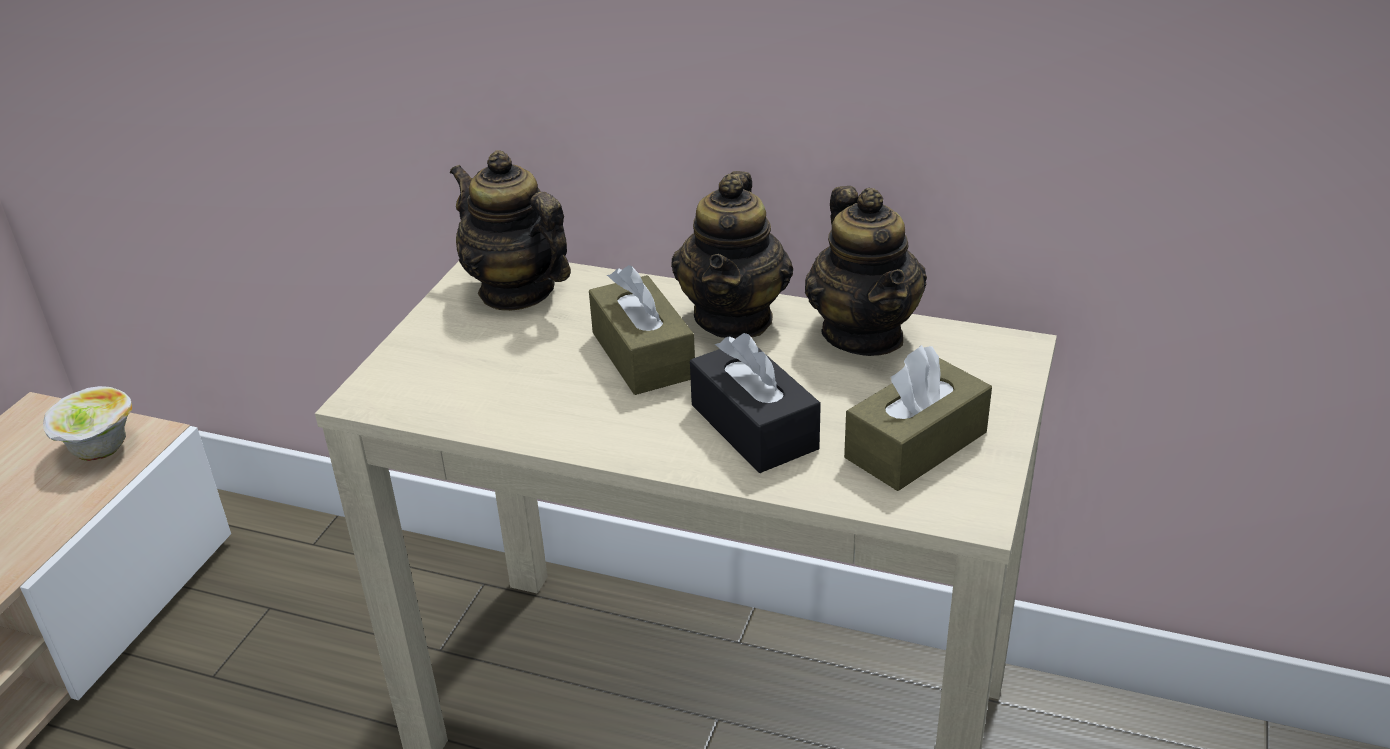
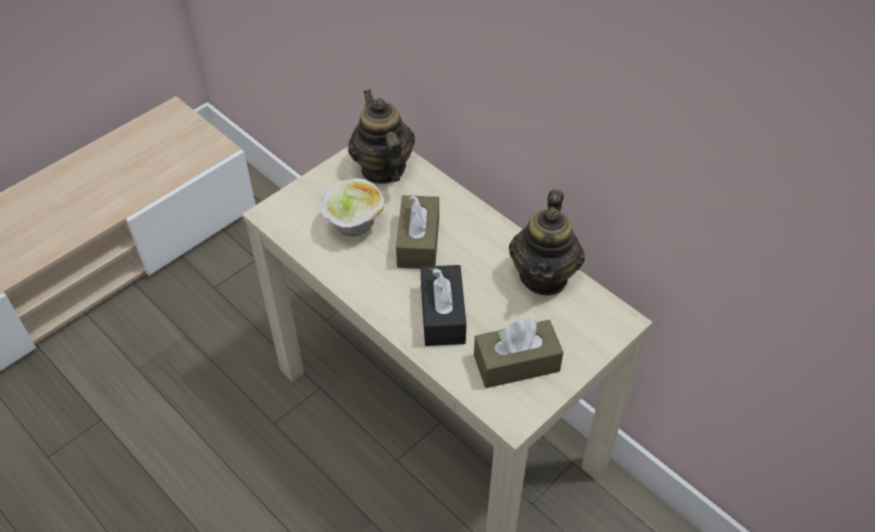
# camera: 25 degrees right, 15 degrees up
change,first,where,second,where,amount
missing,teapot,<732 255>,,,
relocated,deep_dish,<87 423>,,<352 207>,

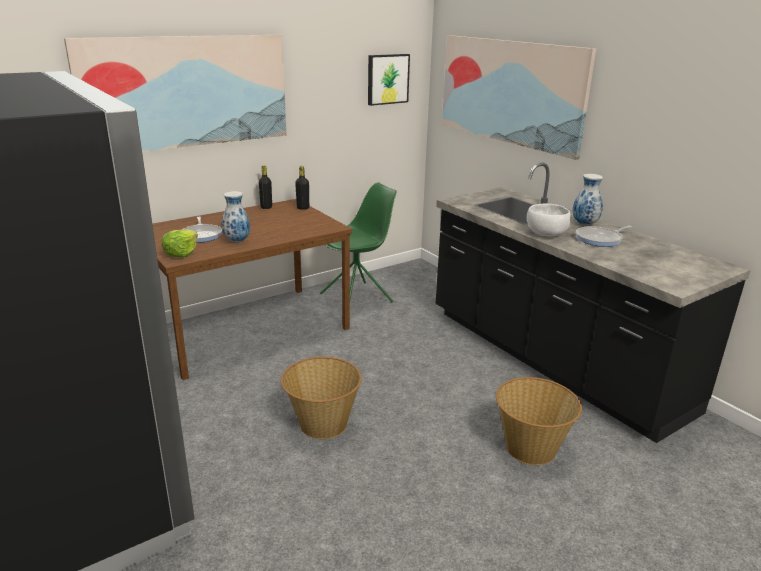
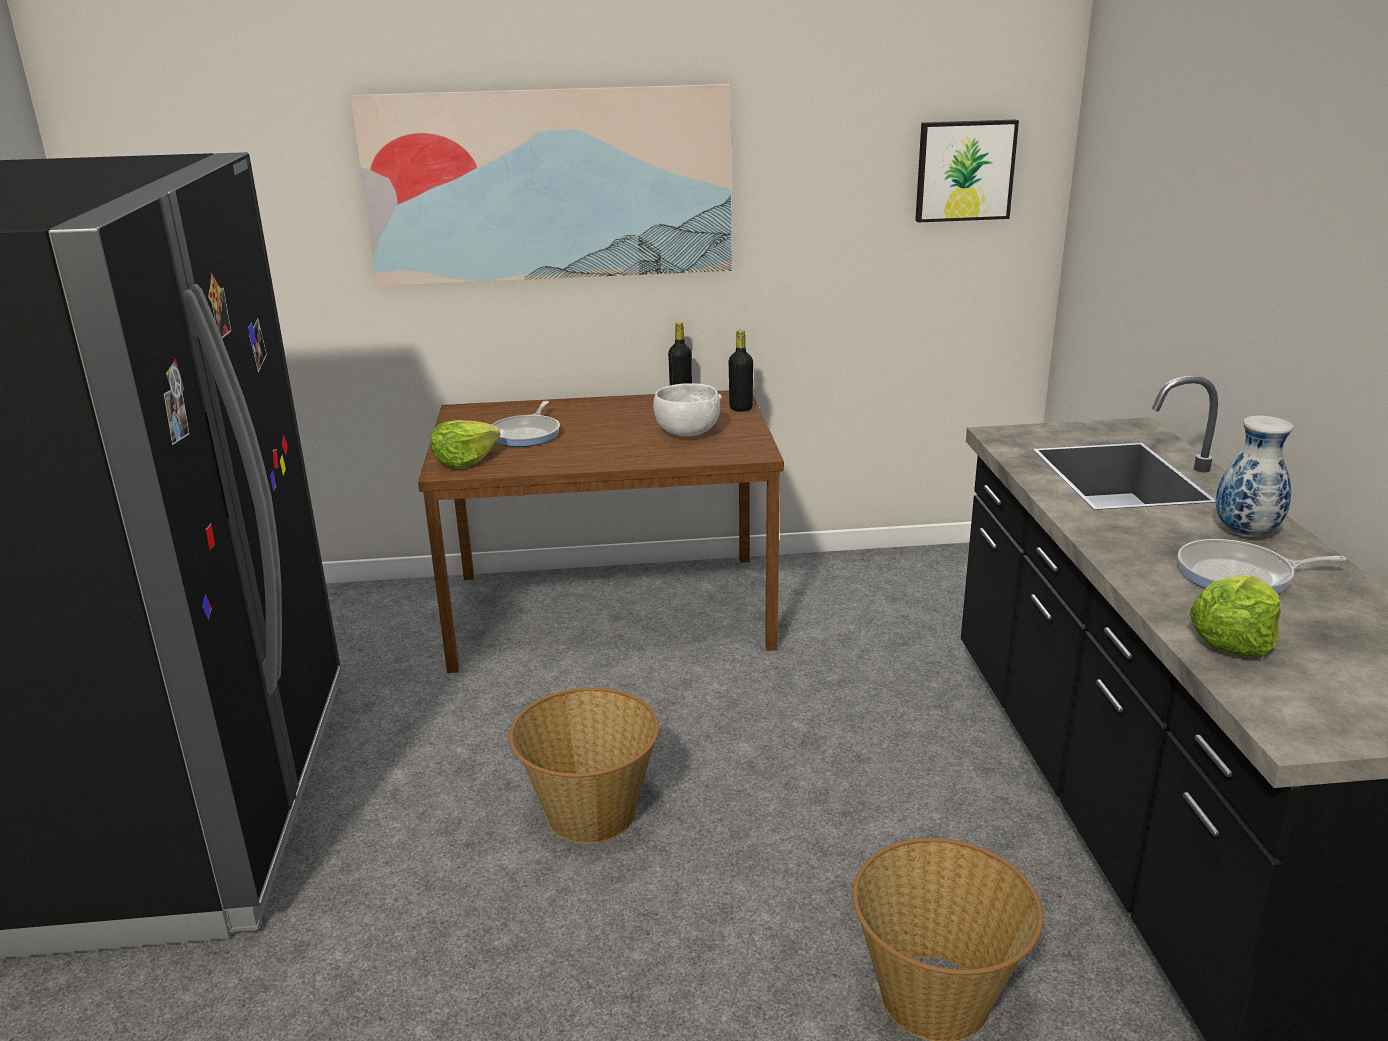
# camera: 30 degrees right, 0 degrees up
change,first,where,second,where,amount
missing,flower_vase,<235 216>,,,
missing,greenish_upright_chair,<358 242>,,,
missing,picture,<519 97>,,,
appeared,,,head_of_lettuce,<1235 616>,
relocated,white_deep_dish,<549 220>,,<687 409>,

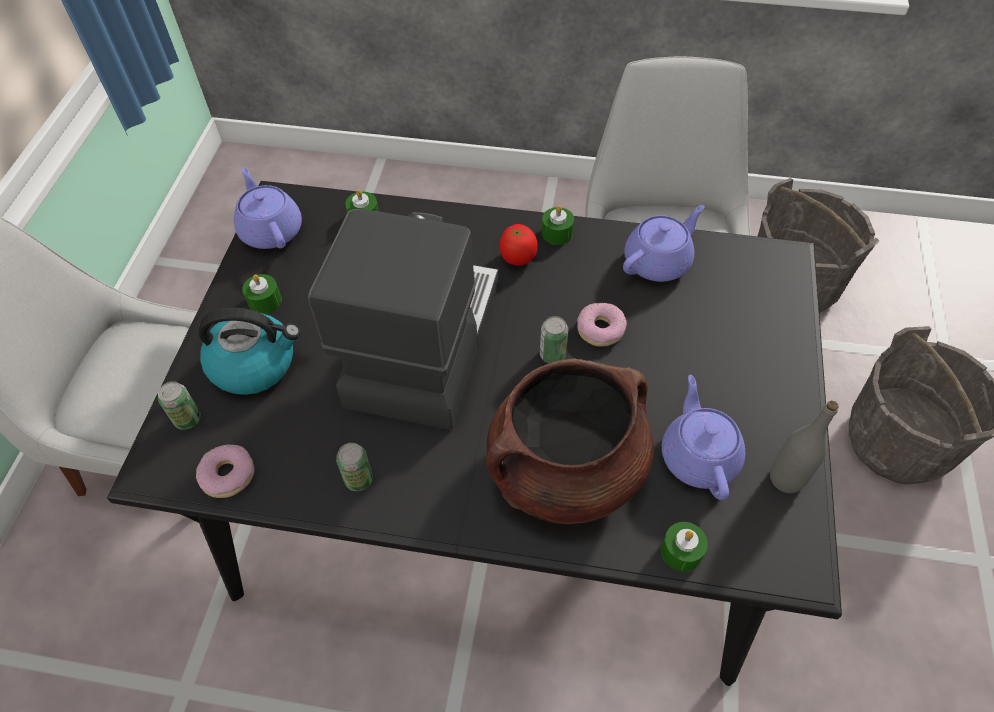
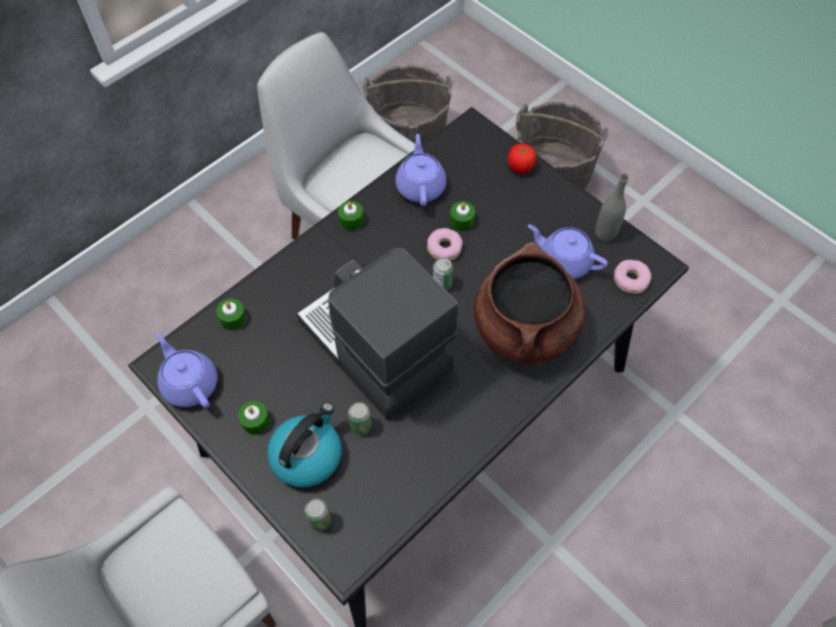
# camera: 55 degrees left, 5 degrees up
change,first,where,second,where,amount
relocated,doughnut,<225 471>,,<632 277>,
relocated,can,<354 467>,,<360 418>,
relocated,tomato,<518 244>,,<522 159>,
relocated,greenish_candle,<684 547>,,<462 216>,
spun,purple-coloured_teapot,<268 208>,,<187 370>,45 degrees clockwise

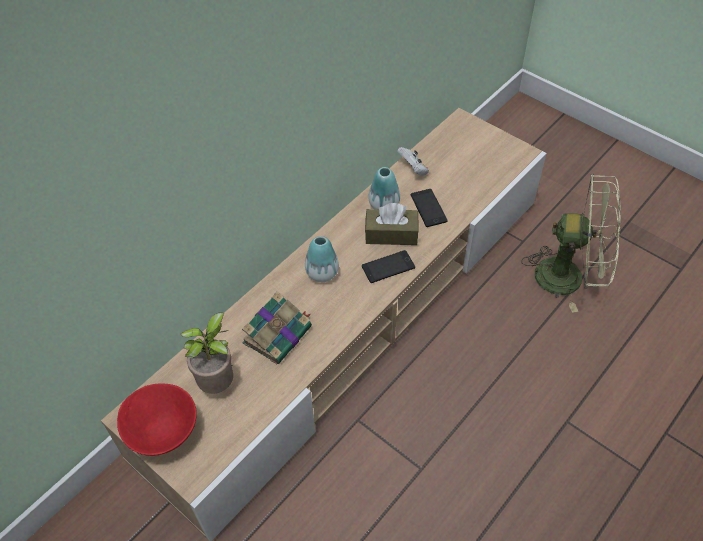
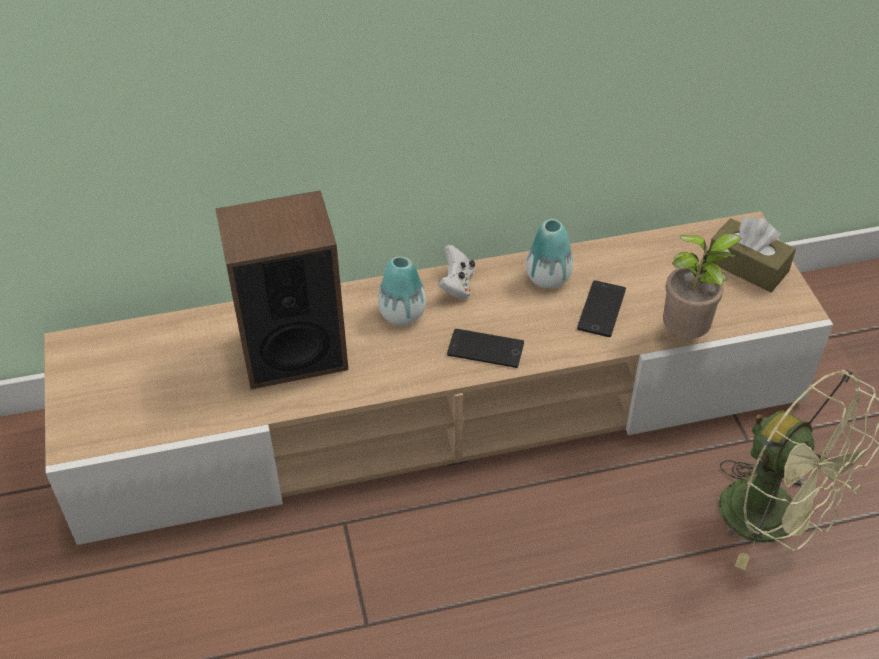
# camera: 35 degrees right, 5 degrees down
change,first,where,second,where,amount
missing,red_deep_dish,<157 420>,,,
relocated,houseplant,<206 353>,,<702 286>,
relocated,brownish_box_of_tissues,<392 224>,,<752 255>,
relocated,white_game_controller,<413 161>,,<456 272>,
exchanged,bound_book,<277 327>,audio_speaker,<282 289>,

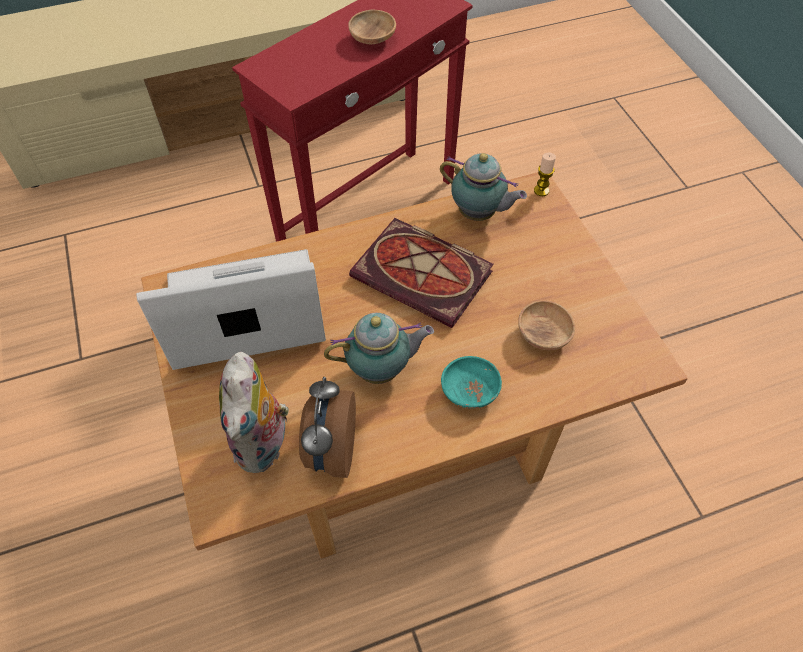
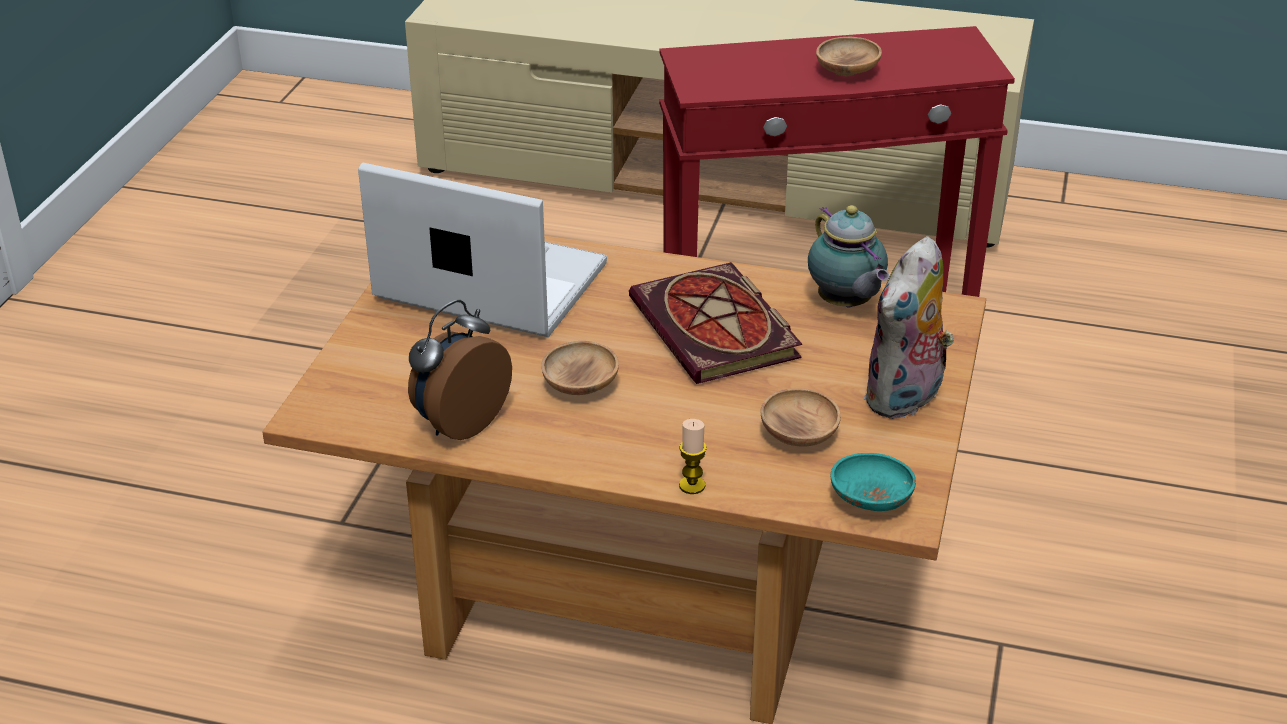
# camera: 35 degrees right, 20 degrees down
change,first,where,second,where,amount
relocated,cuddly_toy,<254 412>,,<909 327>,
relocated,blue-green_deep_dish,<471 382>,,<873 482>,
relocated,candle,<545 174>,,<693 456>,
exchanged,teapot,<379 348>,brownish_deep_dish,<580 368>,

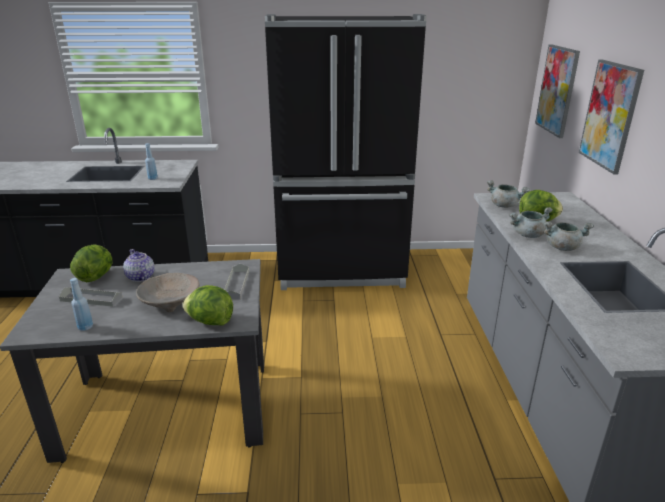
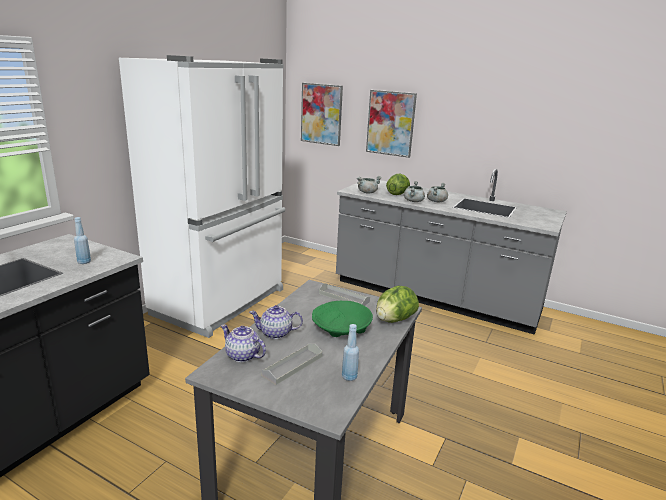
# camera: 60 degrees left, 5 degrees down
change,first,where,second,where,amount
exchanged,head_of_lettuce,<91 263>,teapot,<243 343>,
colour,sand-coloured_deep_dish,<168 292>,greenish_deep_dish,<342 319>,
colour,black-coloured_refrigerator,<346 152>,white_refrigerator,<202 196>,

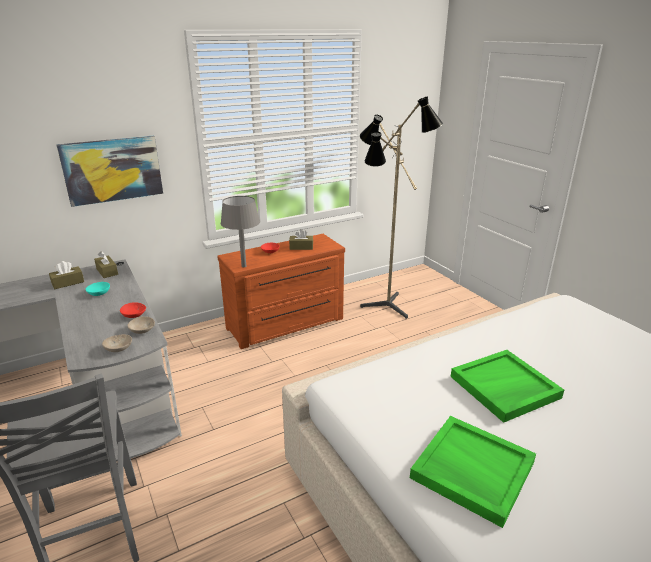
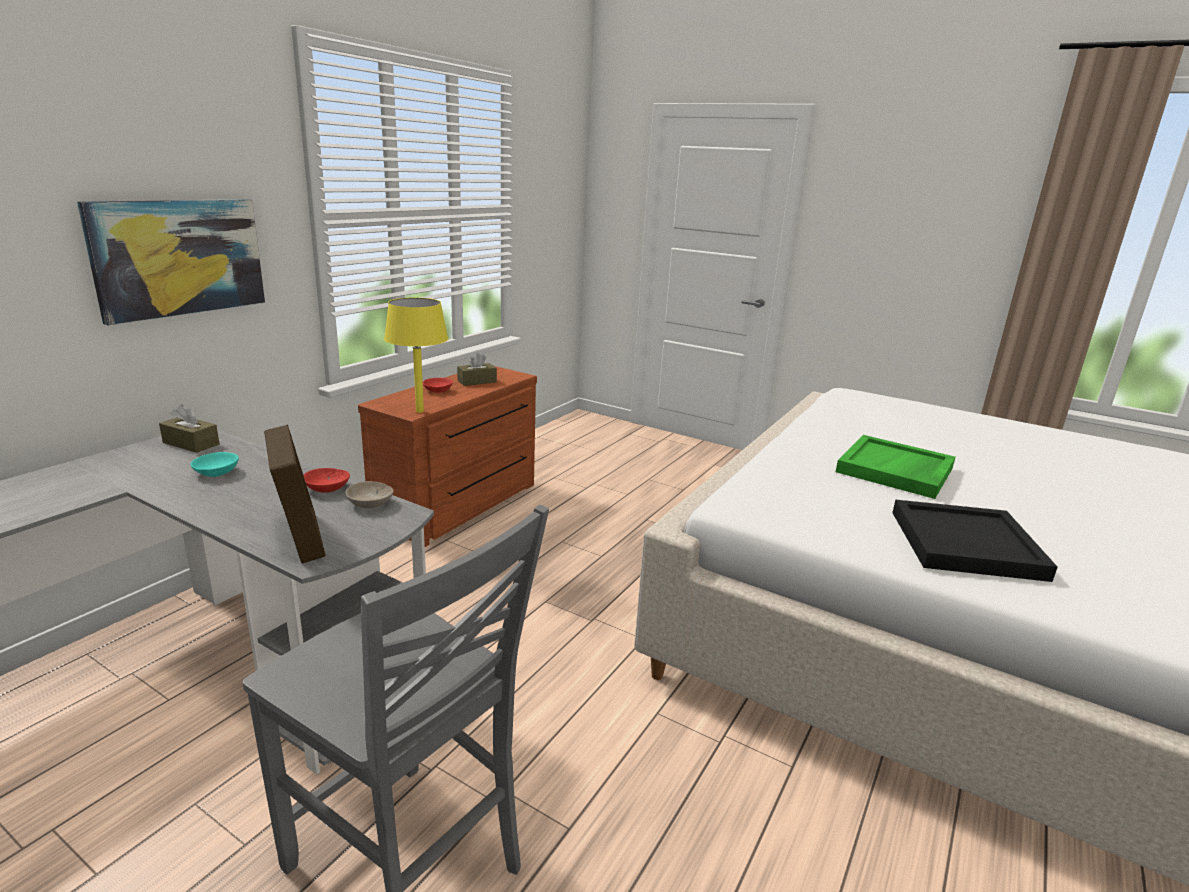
# camera: 30 degrees left, 5 degrees down
change,first,where,second,where,amount
missing,brownish_box_of_tissues,<66 275>,,,
missing,sand-coloured_deep_dish,<117 343>,,,
missing,standard_lamp,<401 207>,,,
appeared,,,picture_frame,<295 494>,
colour,gray_table_lamp,<240 231>,yellow-coloured_table_lamp,<416 355>,
colour,greenish_tray,<473 472>,black-coloured_tray,<975 541>,

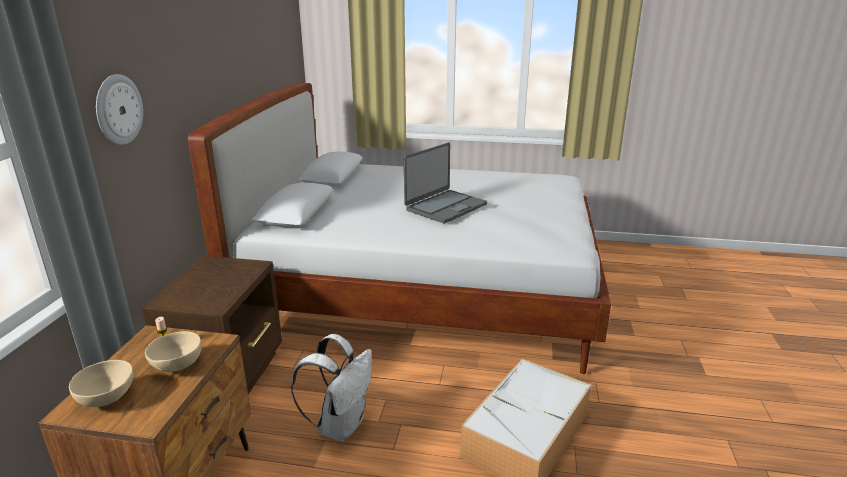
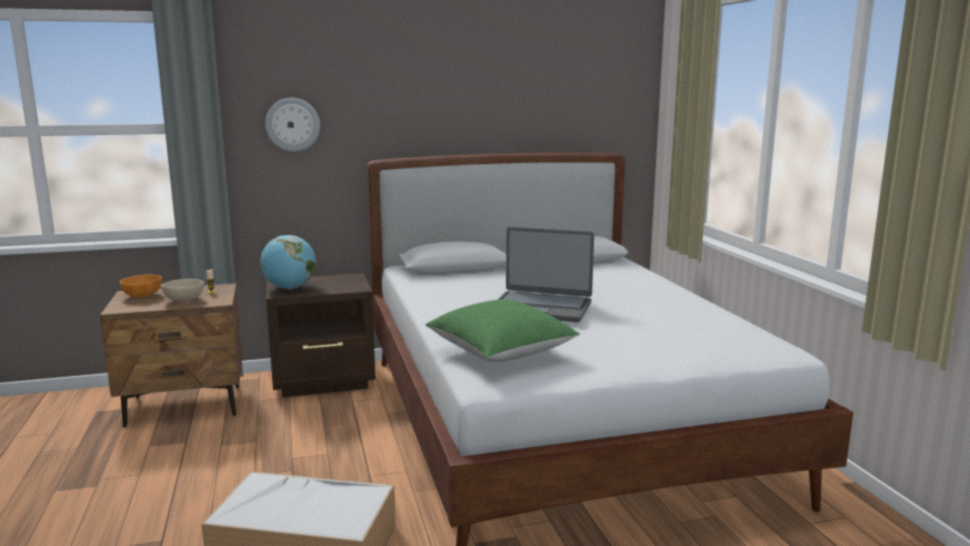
# camera: 65 degrees right, 10 degrees down
change,first,where,second,where,amount
missing,white_rucksack,<331 388>,,,
appeared,,,globe,<288 262>,
appeared,,,greenish_throw_pillow,<502 330>,
colour,sand-coloured_deep_dish,<101 383>,orange_deep_dish,<141 286>,

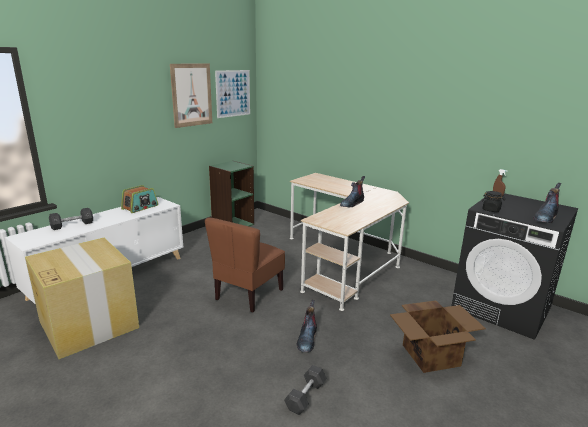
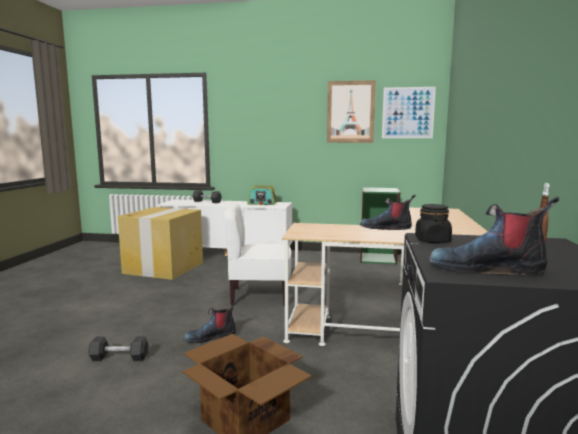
# camera: 60 degrees right, 10 degrees down
change,first,where,second,where,amount
colour,brownish_upright_chair,<245 265>,white_upright_chair,<257 254>,

